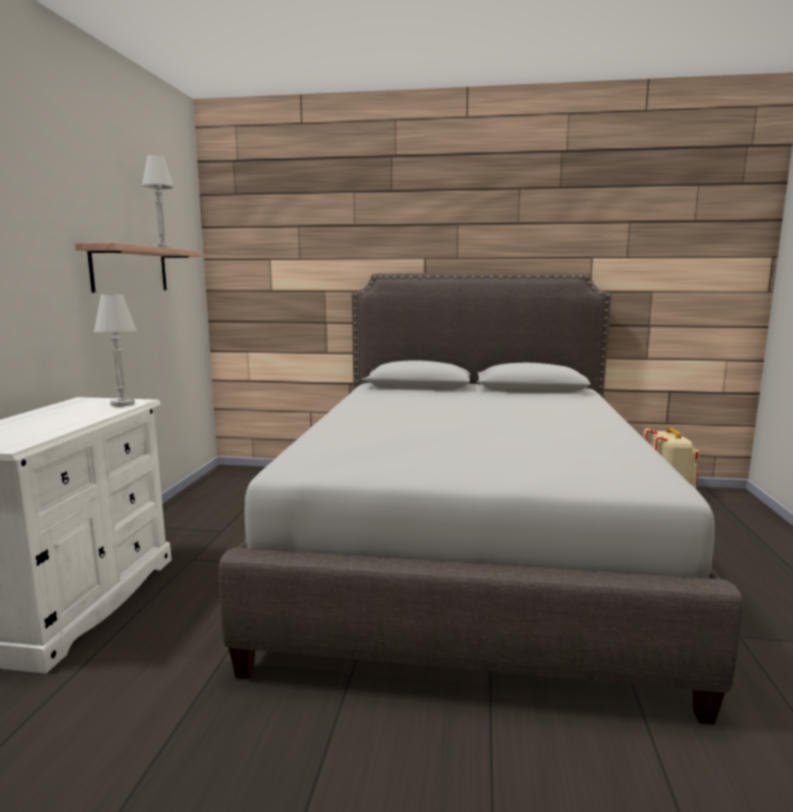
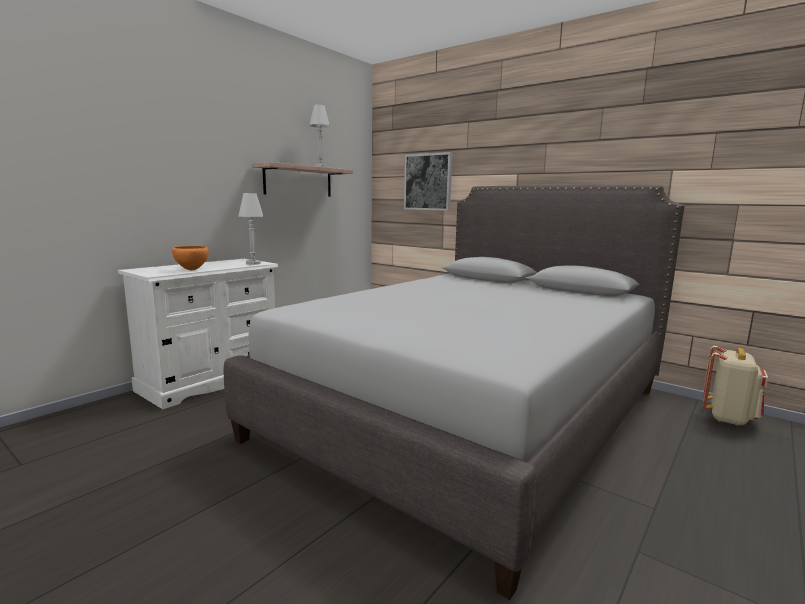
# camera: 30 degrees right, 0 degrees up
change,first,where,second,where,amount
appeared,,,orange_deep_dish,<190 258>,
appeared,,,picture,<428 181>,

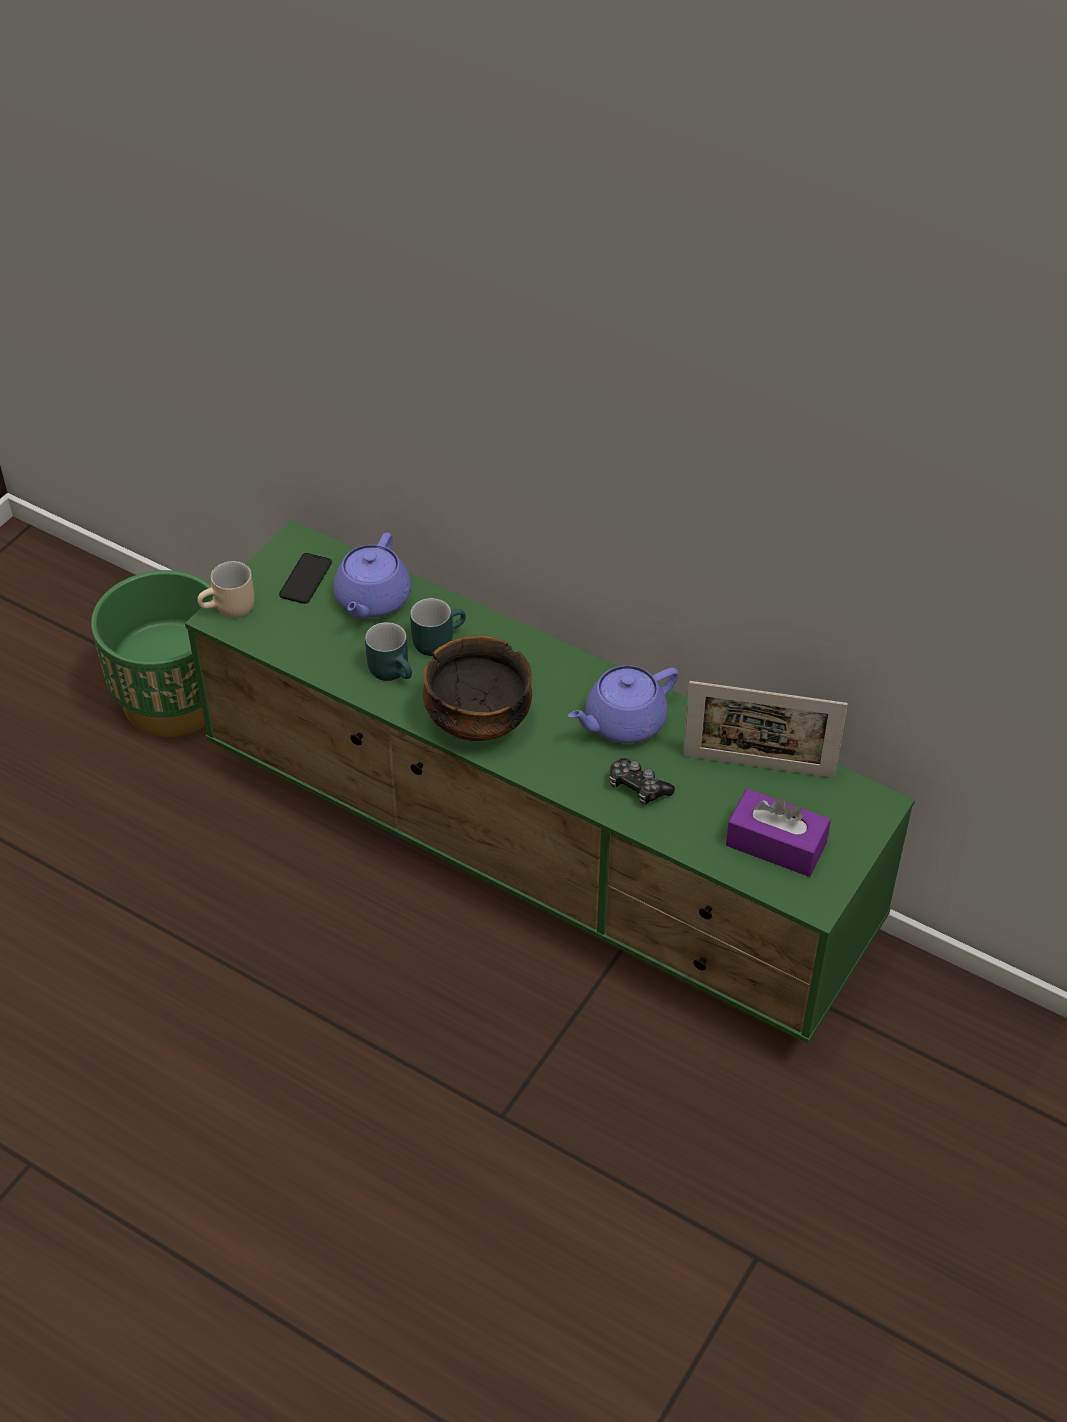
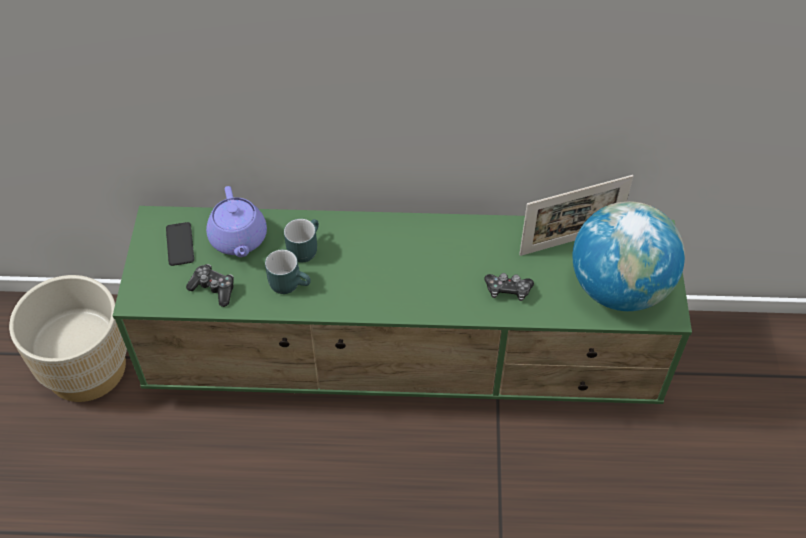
# camera: 30 degrees left, 5 degrees up
change,first,where,second,where,amount
missing,sand-coloured_coffee_mug,<225 589>,,,
missing,deep_dish,<477 688>,,,
missing,purple-coloured_teapot,<623 704>,,,
appeared,,,game_controller,<210 285>,
exchanged,purple-coloured_box_of_tissues,<778 833>,globe,<629 256>,
colour,greenish_planter,<152 653>,sand-coloured_planter,<68 338>,

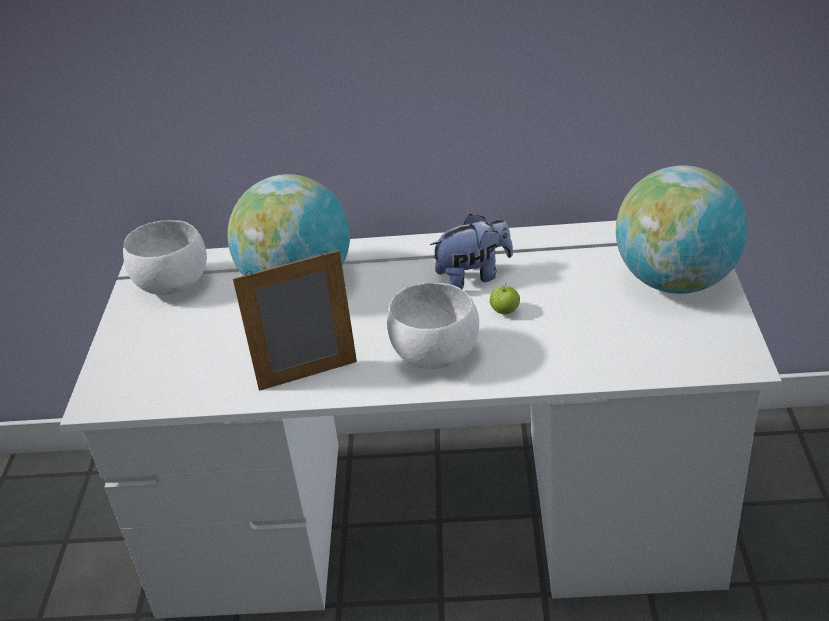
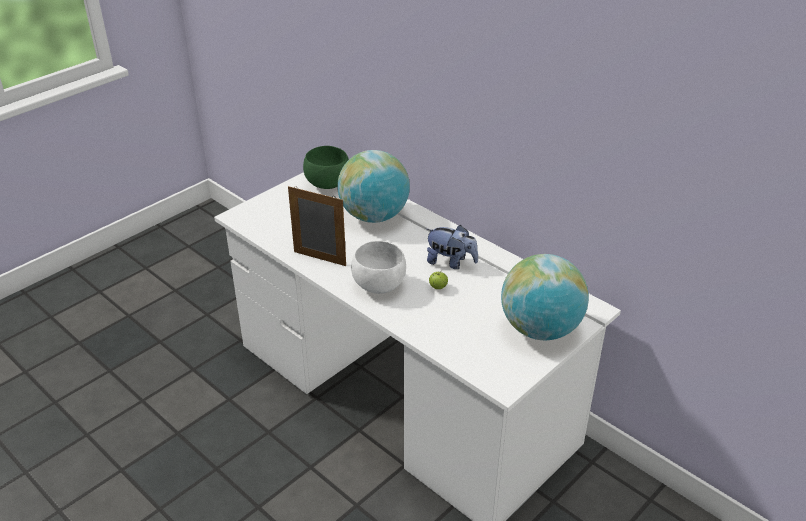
# camera: 40 degrees right, 0 degrees up
change,first,where,second,where,amount
colour,white_deep_dish,<165 257>,greenish_deep_dish,<326 167>,

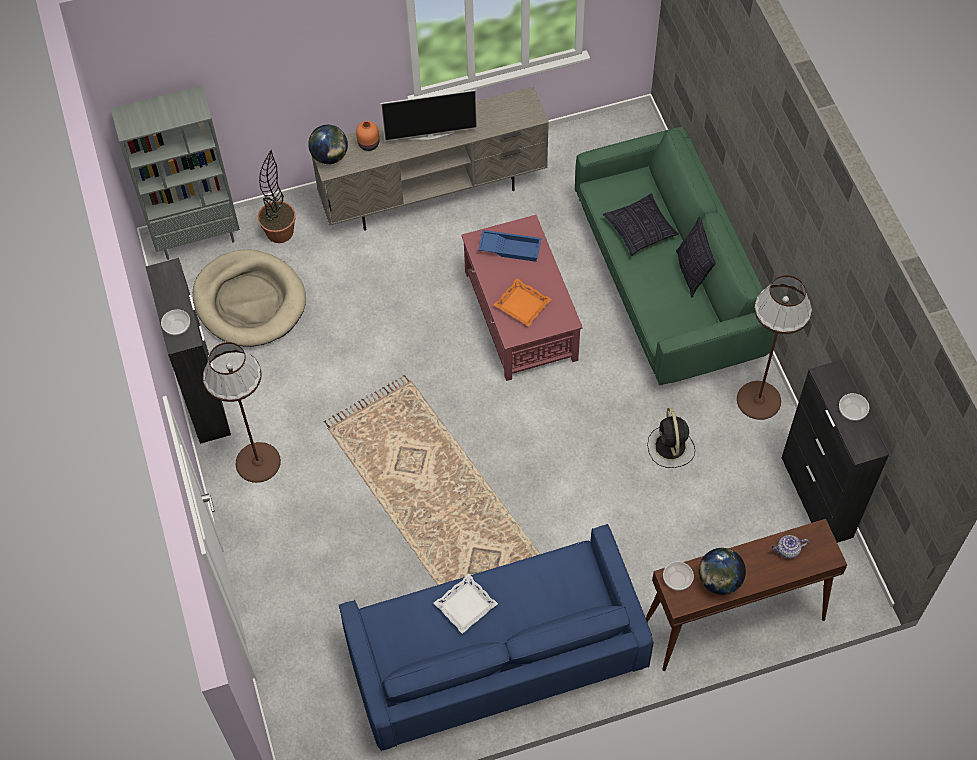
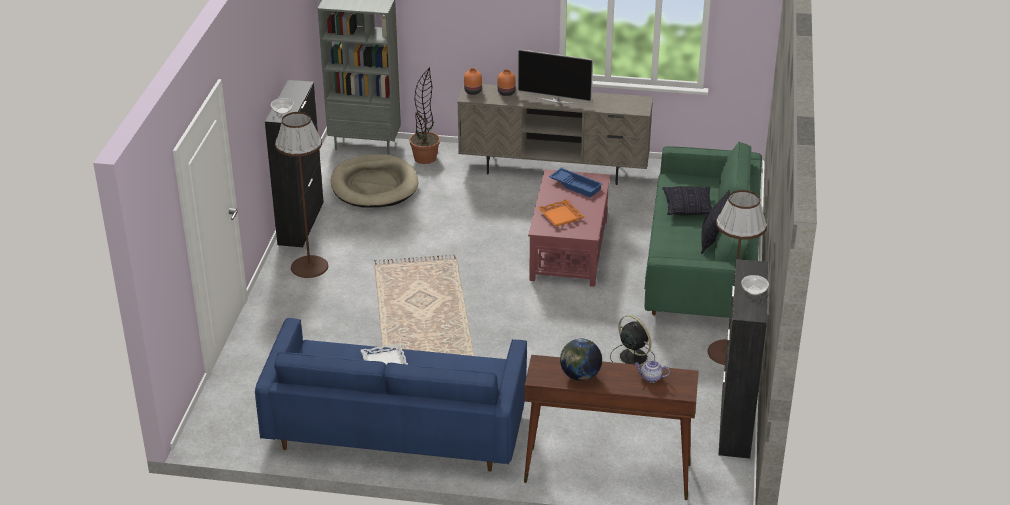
# camera: 25 degrees right, 25 degrees down
change,first,where,second,where,amount
missing,deep_dish,<678 576>,,,
exchanged,globe,<328 144>,orange_flower_vase,<473 81>,
spun,black-coloured_cooling_fan,<671 438>,,<632 340>,120 degrees clockwise

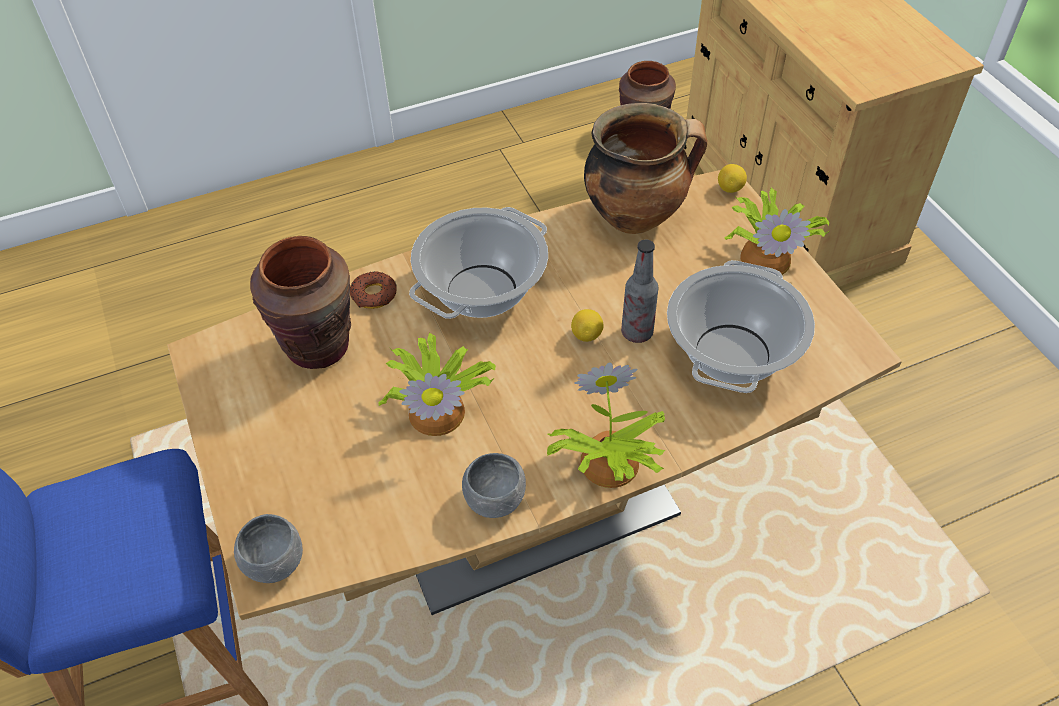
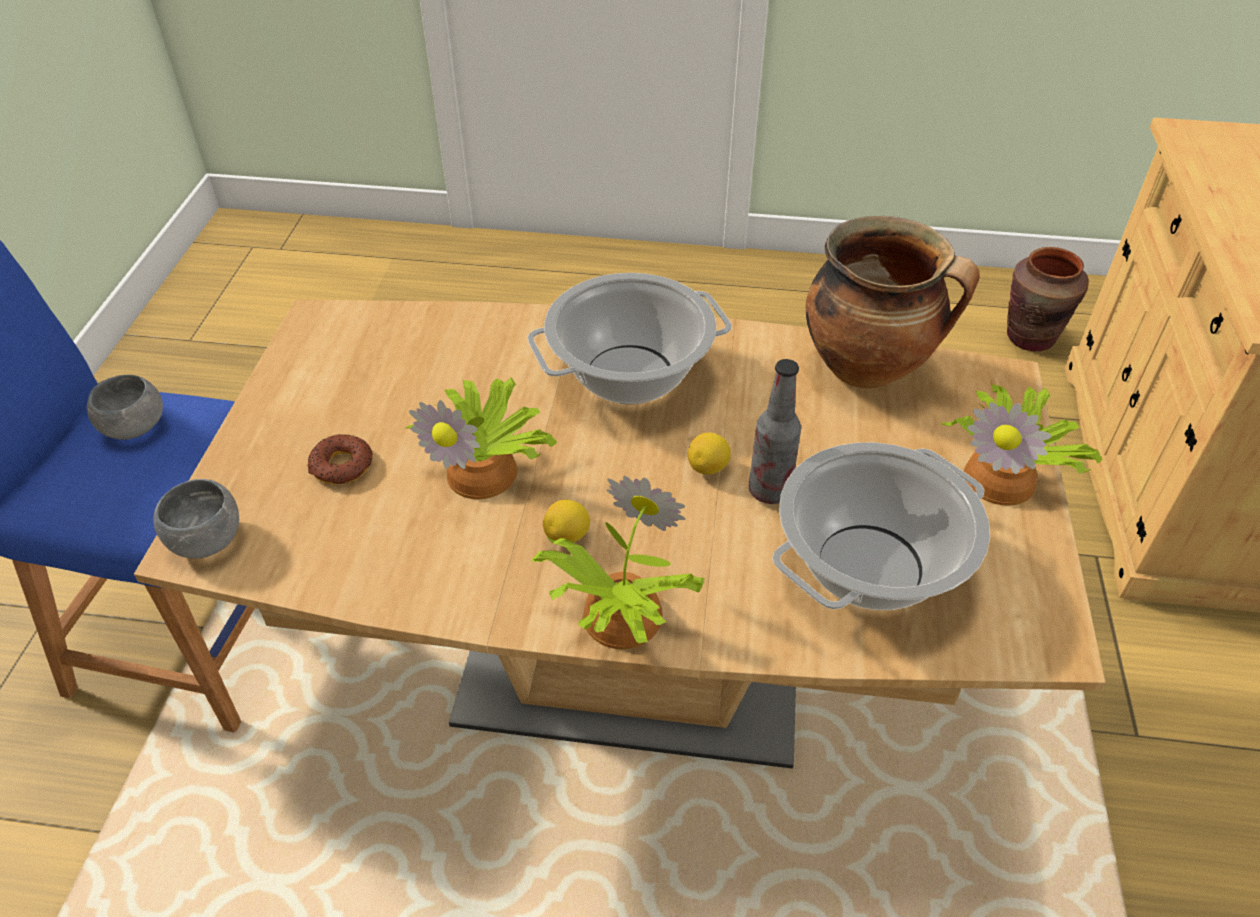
# camera: 30 degrees right, 5 degrees down
change,first,where,second,where,amount
missing,brownish_flower_vase,<300 302>,,,
relocated,doughnut,<373 290>,,<340 459>,
relocated,gray_deep_dish,<494 485>,,<125 407>,
relocated,whole_lemon,<732 178>,,<566 521>,

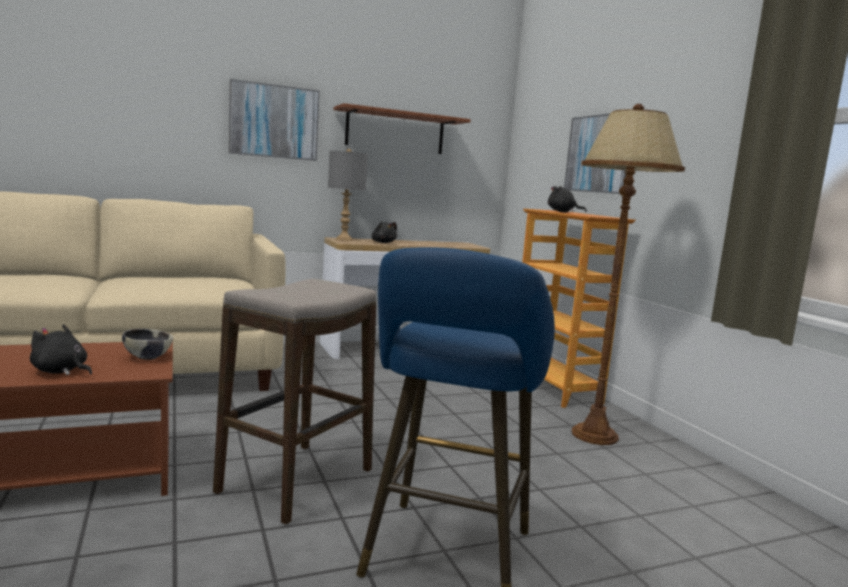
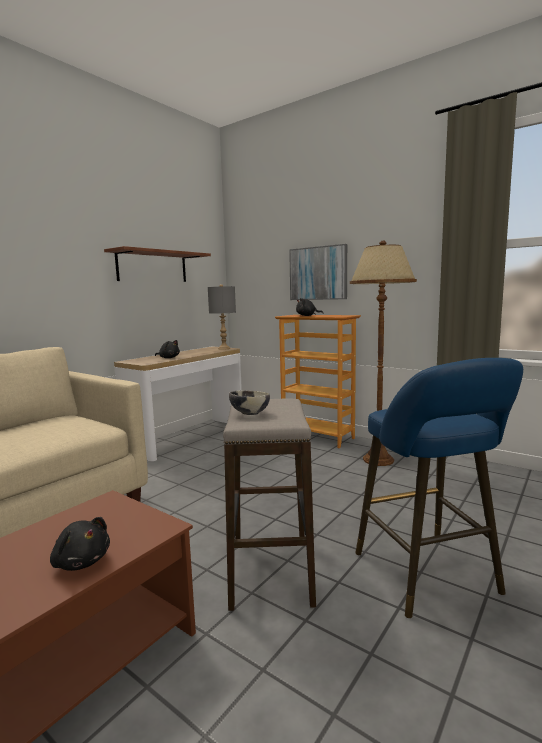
# camera: 30 degrees left, 0 degrees up
change,first,where,second,where,amount
missing,picture,<274 120>,,,
relocated,deep_dish,<147 344>,,<249 402>,
relocated,gray_table_lamp,<348 195>,,<222 317>,
spun,black-coloured_cuddly_toy,<61 349>,,<80 544>,135 degrees counterclockwise

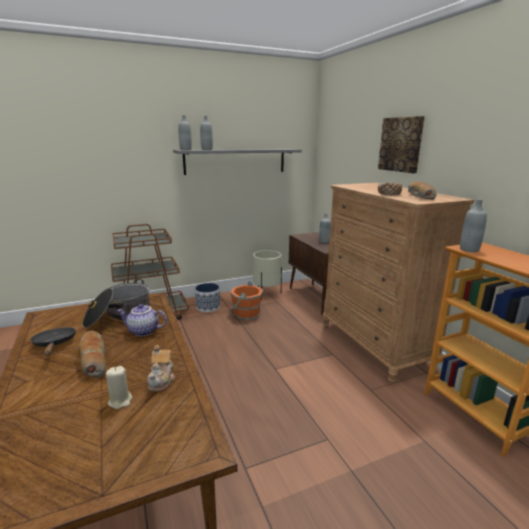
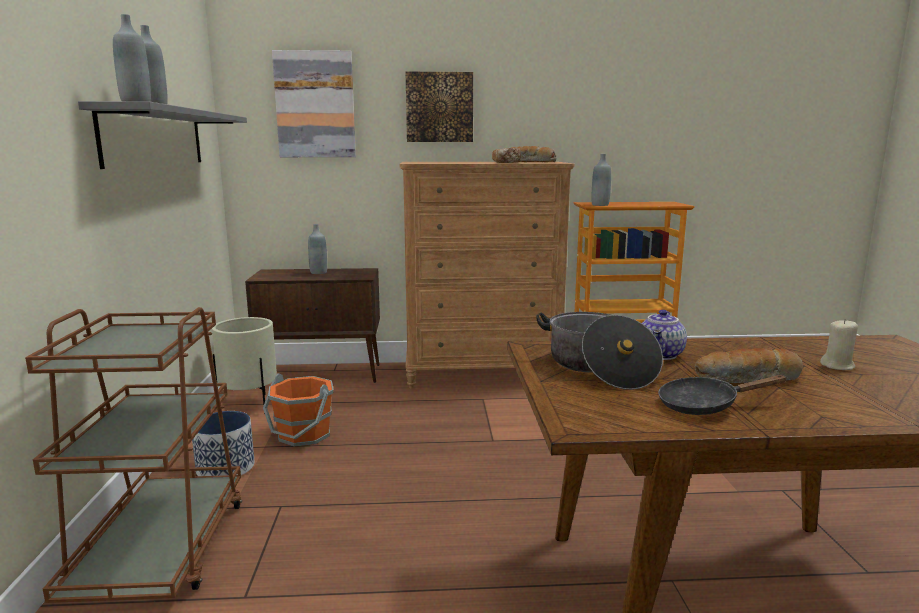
# camera: 70 degrees left, 5 degrees down
change,first,where,second,where,amount
missing,teapot,<161 368>,,,
appeared,,,picture,<314 103>,

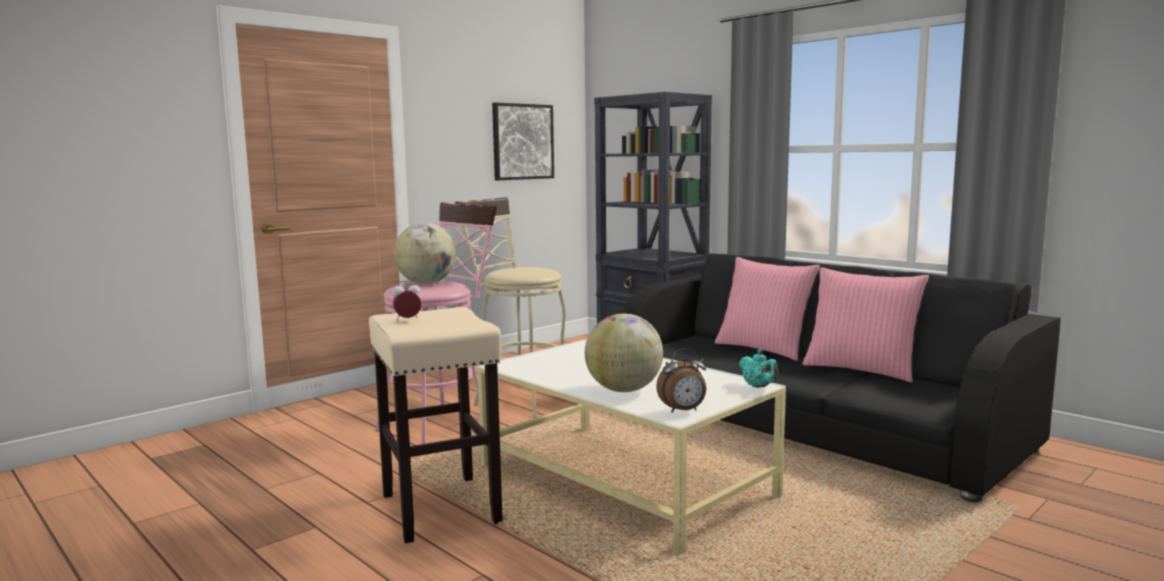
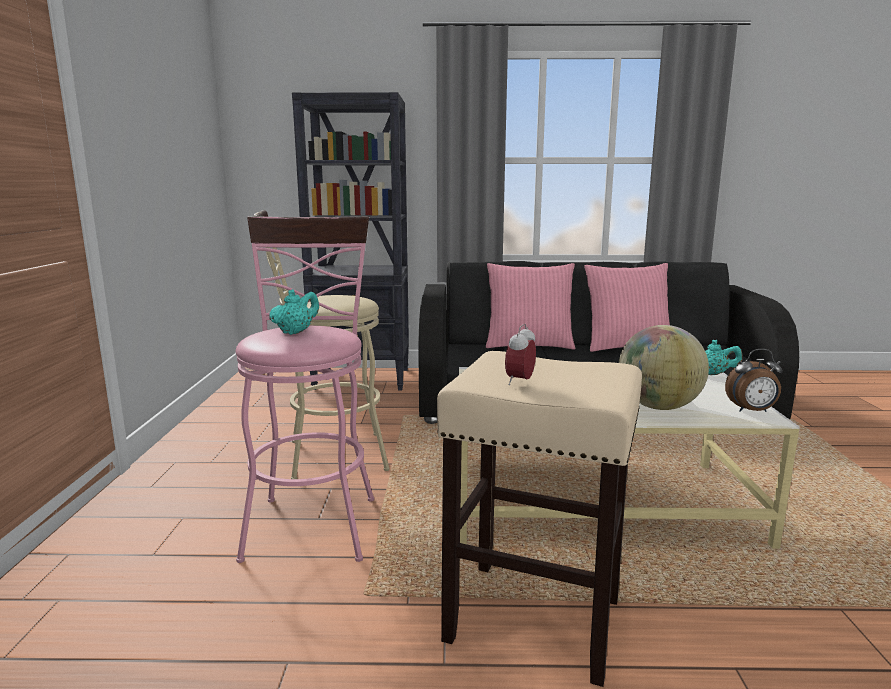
# camera: 45 degrees left, 5 degrees up
change,first,where,second,where,amount
missing,picture,<523 141>,,,
exchanged,globe,<425 253>,blue-green_teapot,<294 312>,
spun,table_clock,<681 380>,,<754 380>,60 degrees clockwise

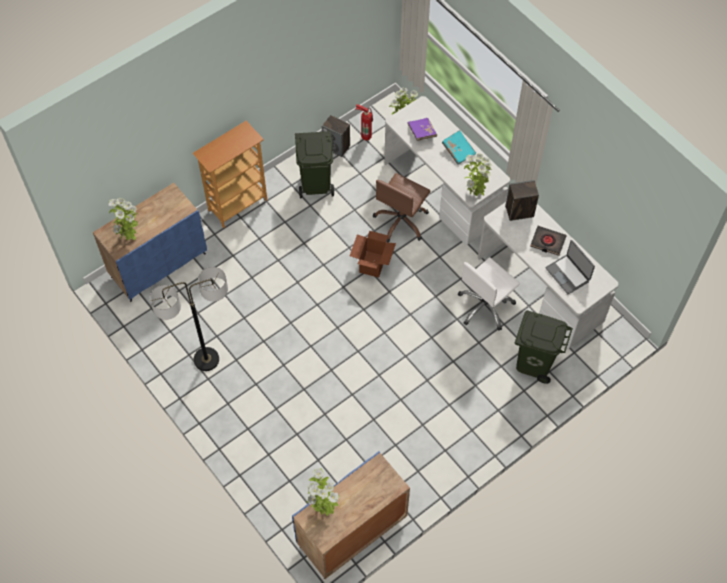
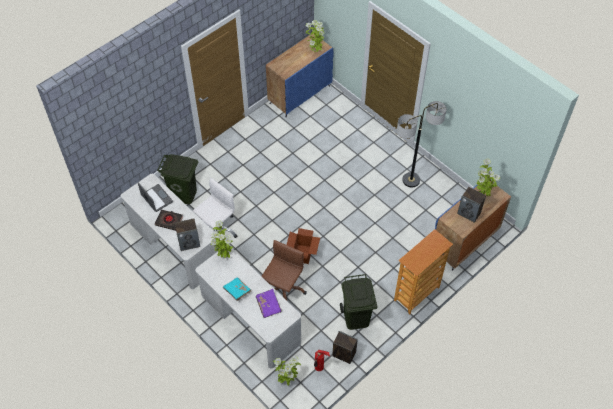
# camera: 175 degrees right, 5 degrees down
change,first,where,second,where,amount
appeared,,,audio_speaker,<471 205>,

